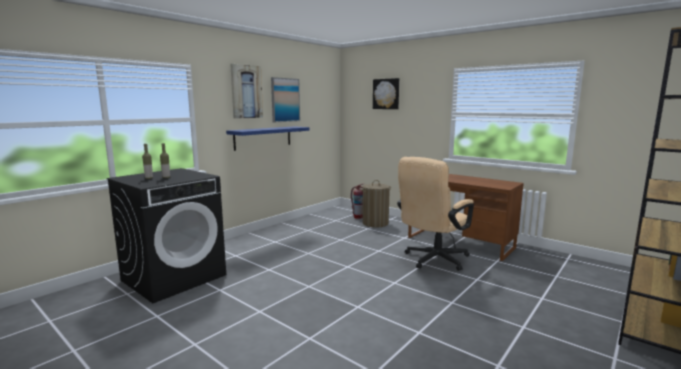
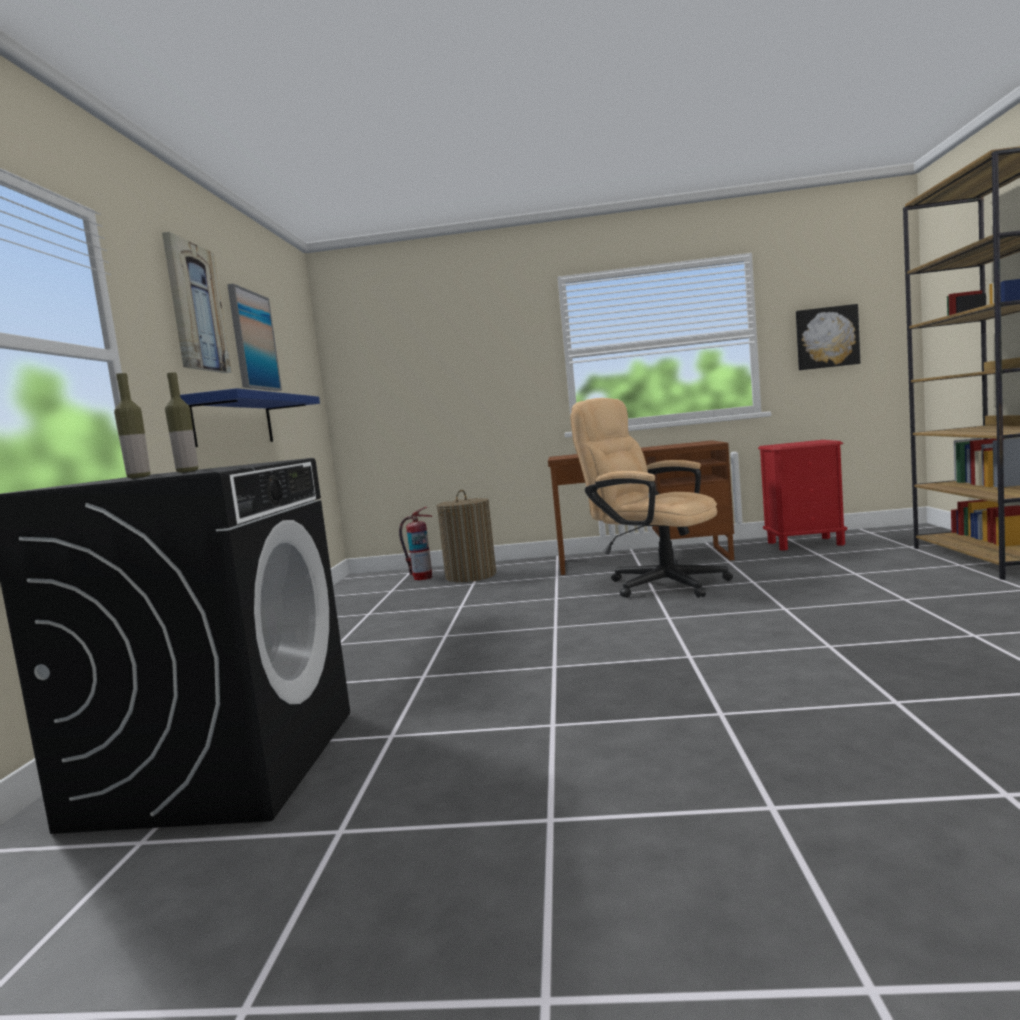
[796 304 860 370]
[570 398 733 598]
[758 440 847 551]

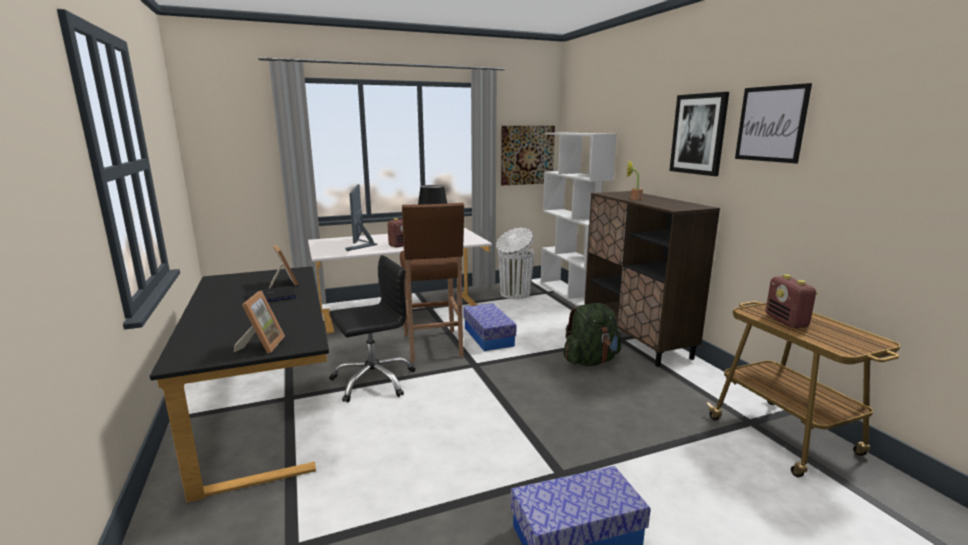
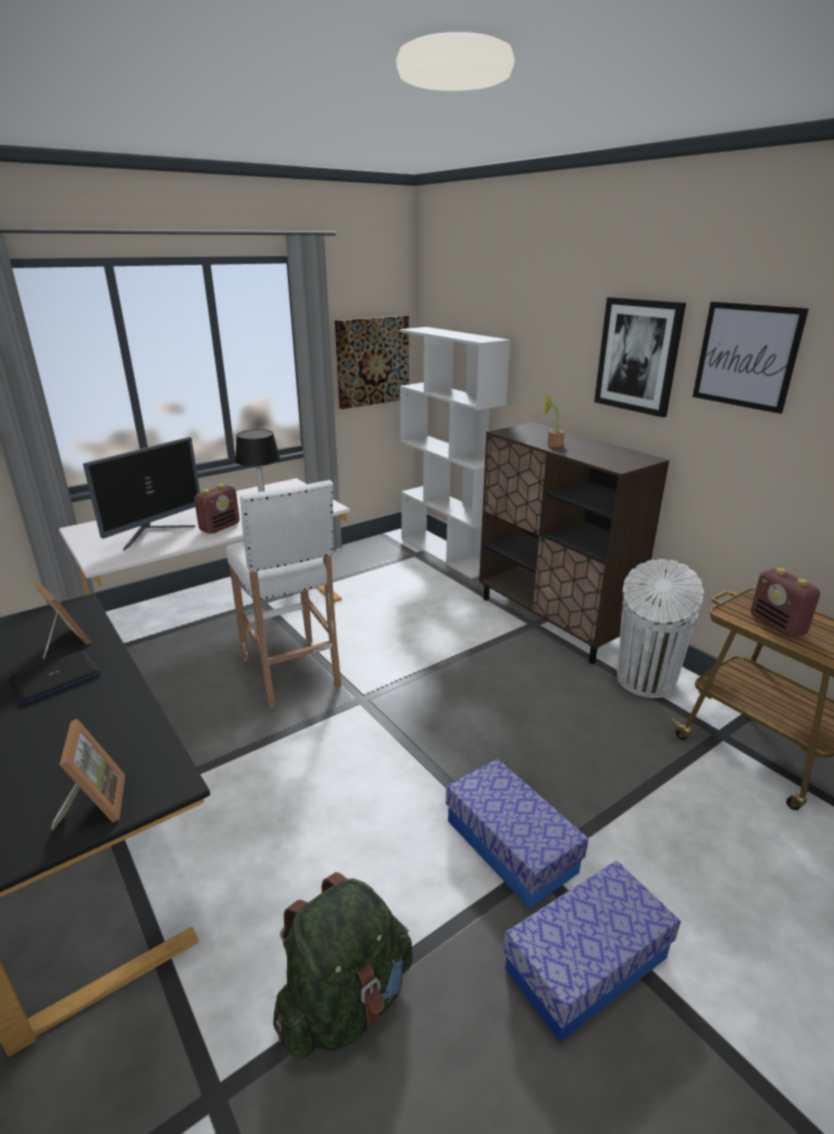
[83 437 200 551]
[226 480 341 709]
[617 559 704 698]
[329 255 415 403] (first image)
[446 759 589 909]
[273 872 413 1059]

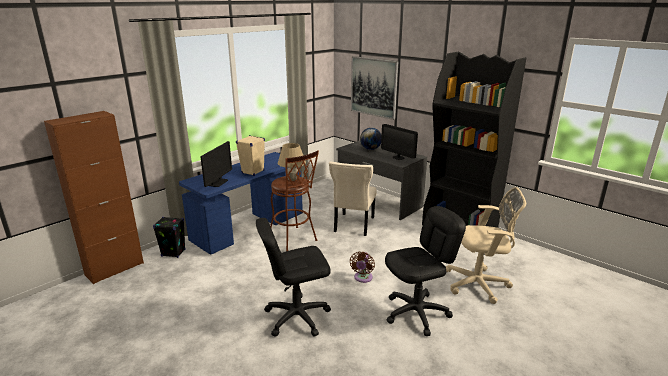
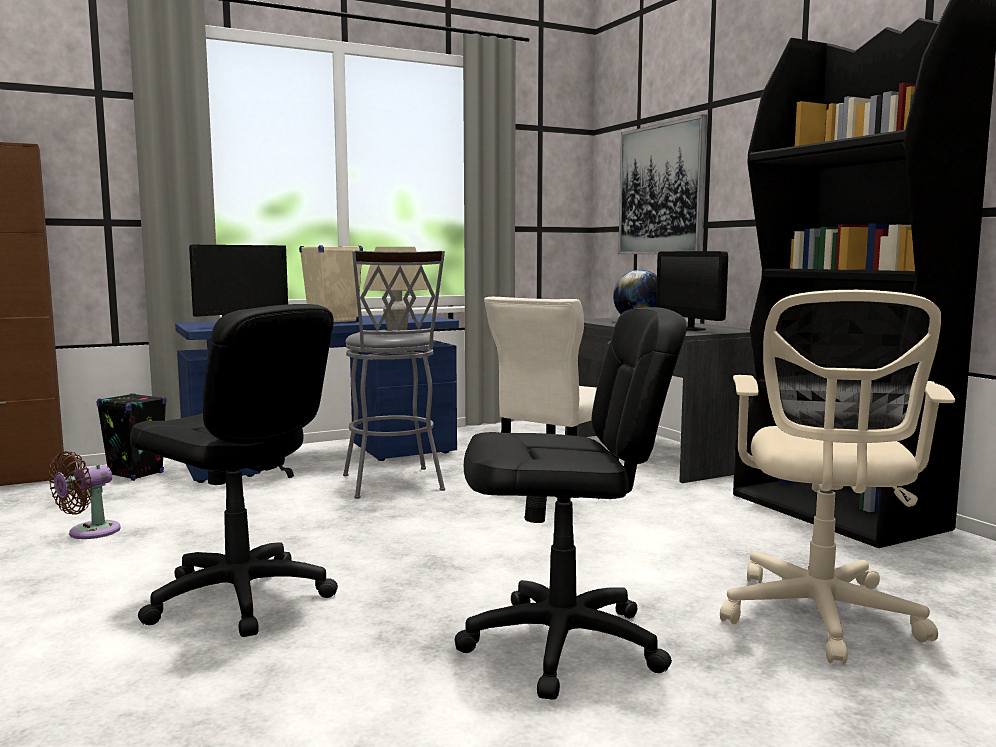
[343 250 445 499]
[720 290 955 665]
[130 304 338 637]
[49 451 121 539]

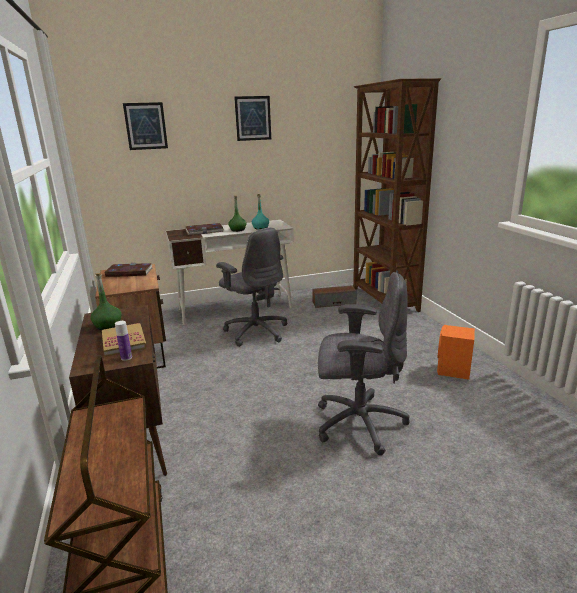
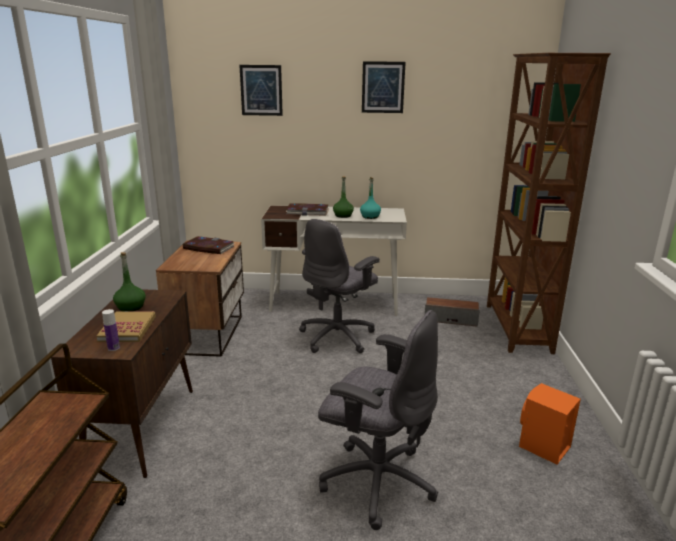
[299 219 380 353]

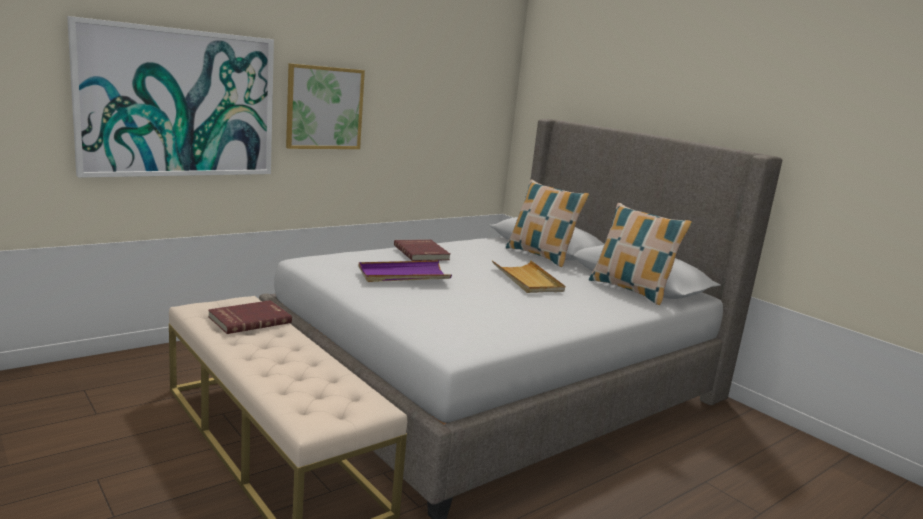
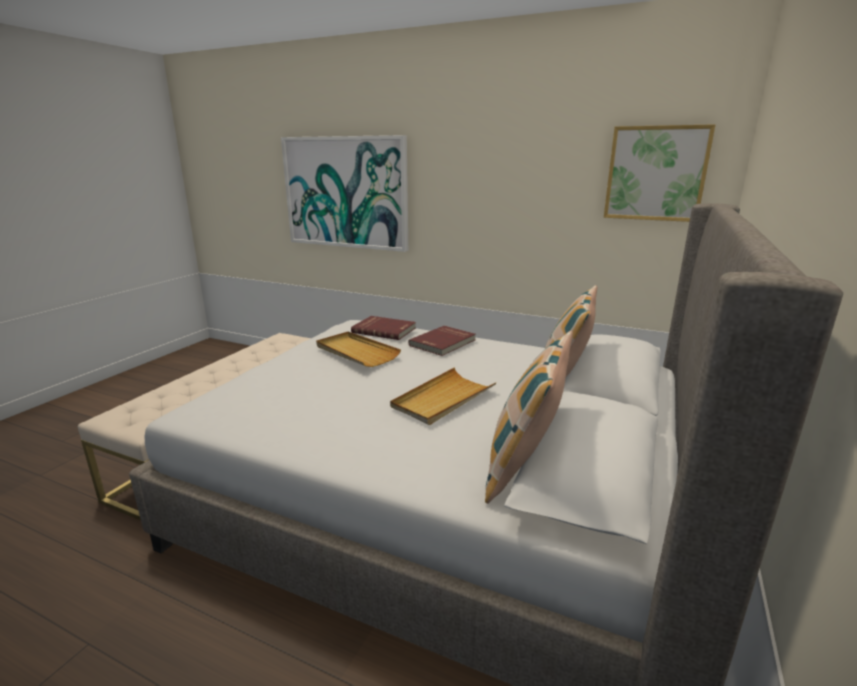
[604 124 715 222]
[316 332 401 367]
[351 316 416 340]

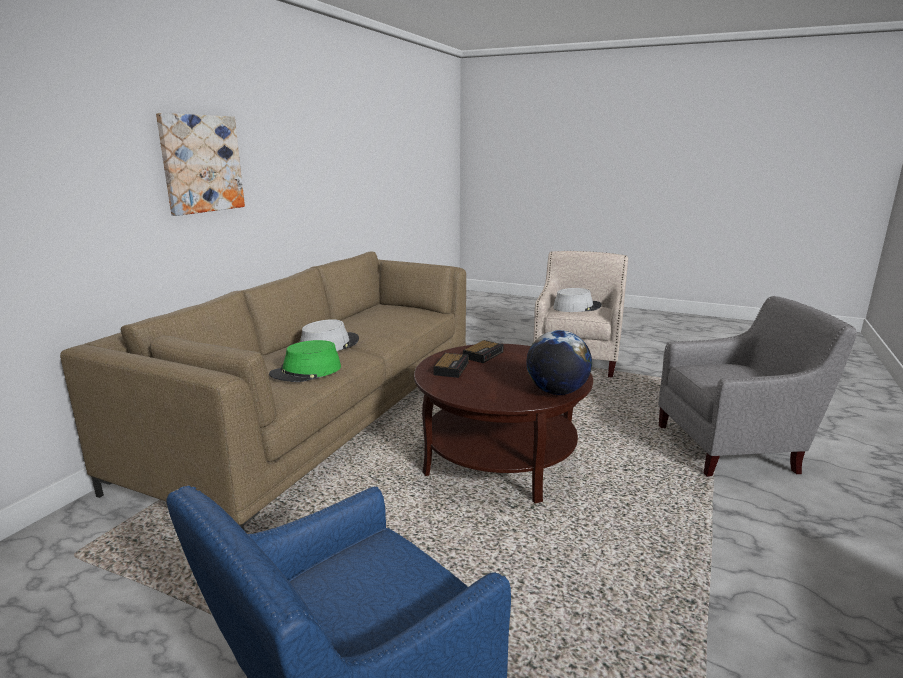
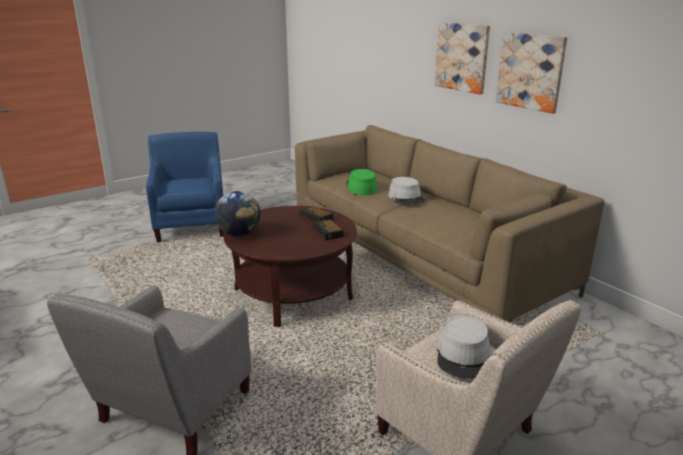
[496 32 567 114]

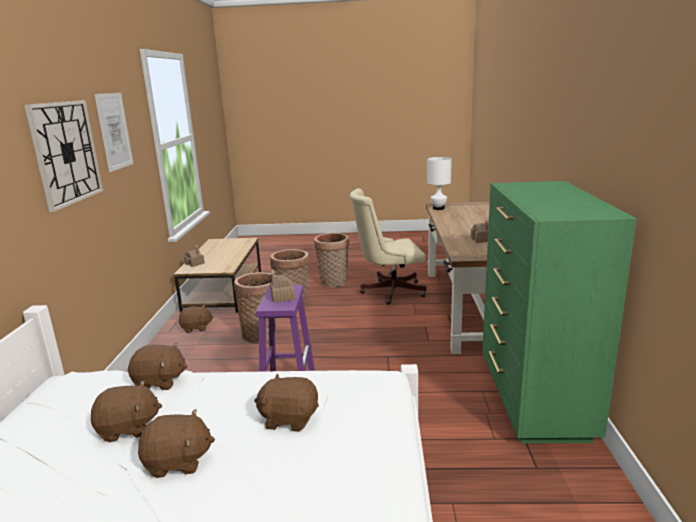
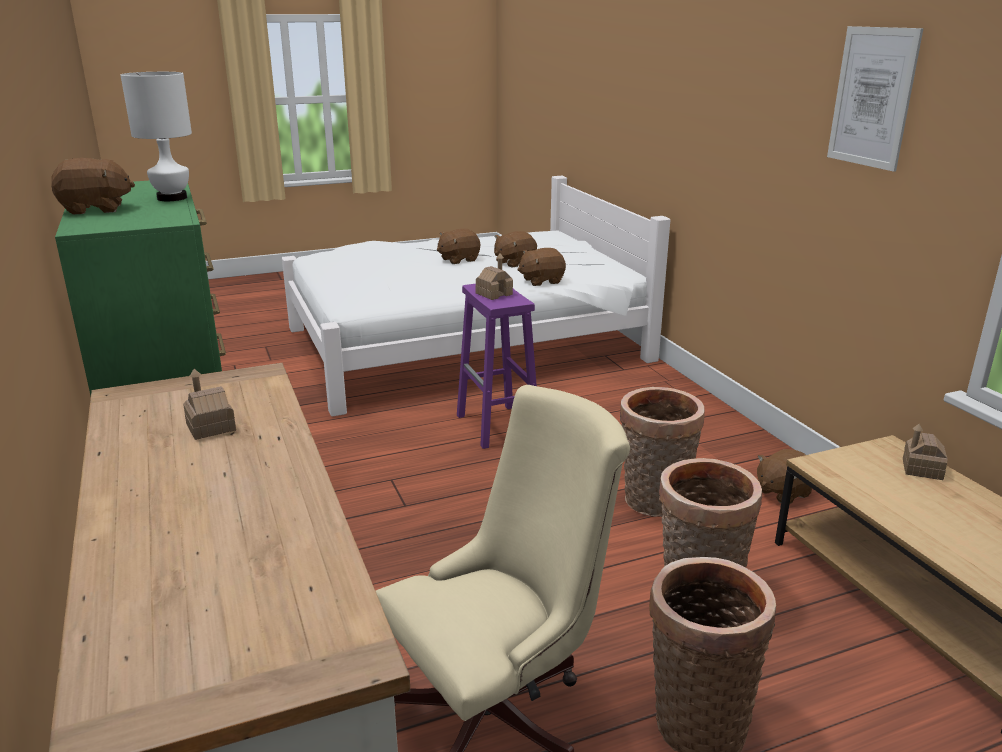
[24 100 103 212] (first image)
[120 72 192 201]
[51 158 135 215]

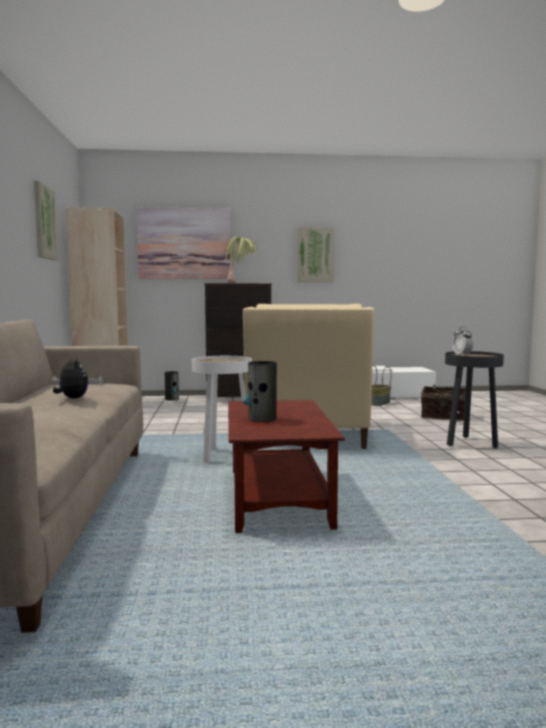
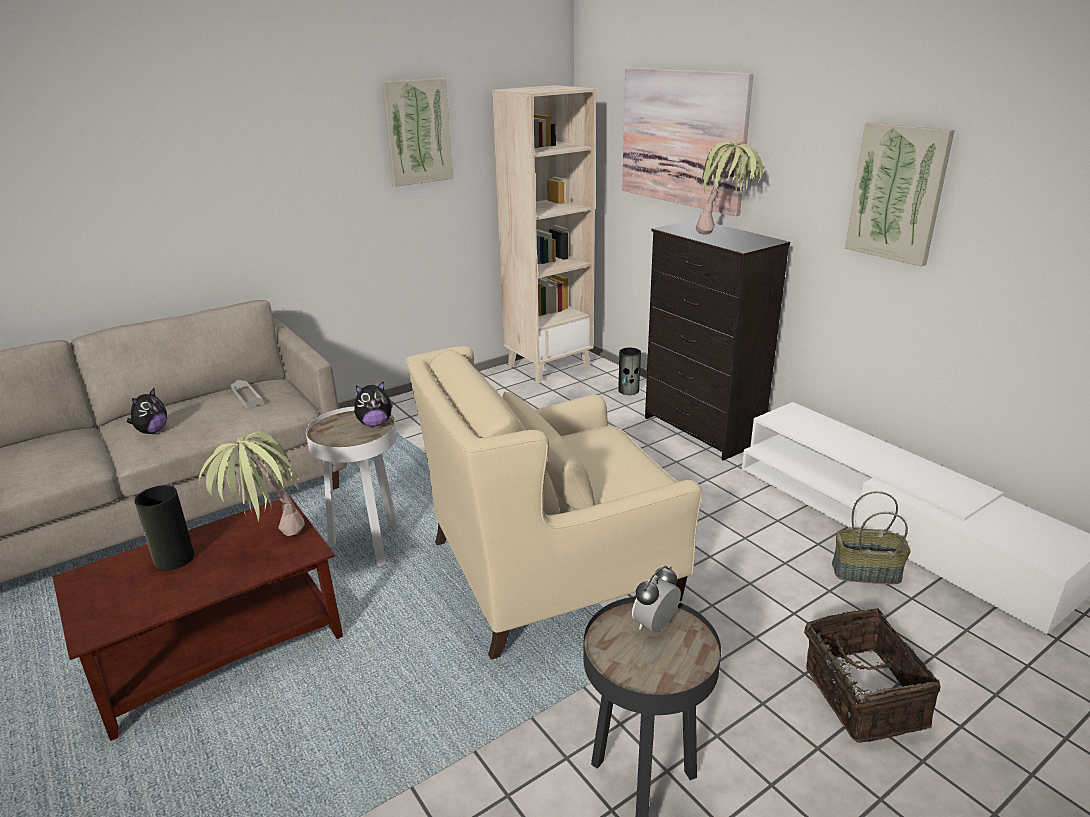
[354 381 393 427]
[199 431 305 536]

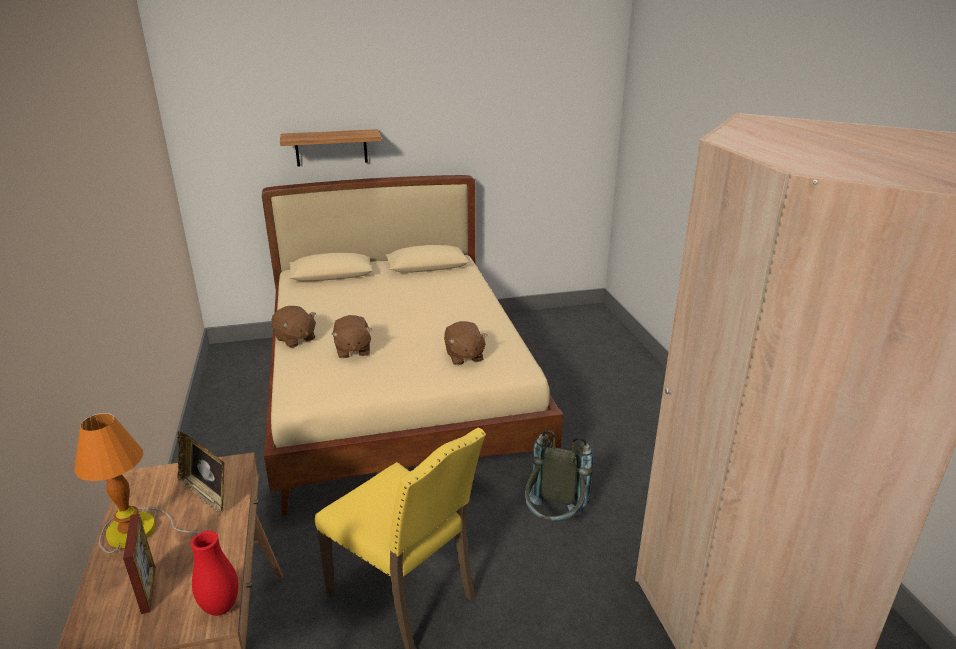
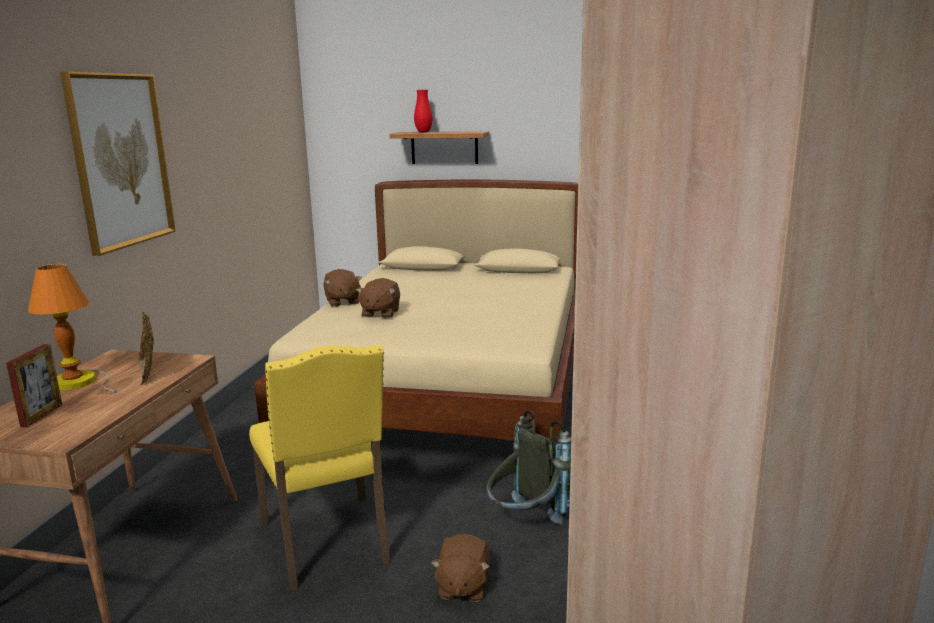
[431 534 490 602]
[414 90 433 132]
[60 72 176 256]

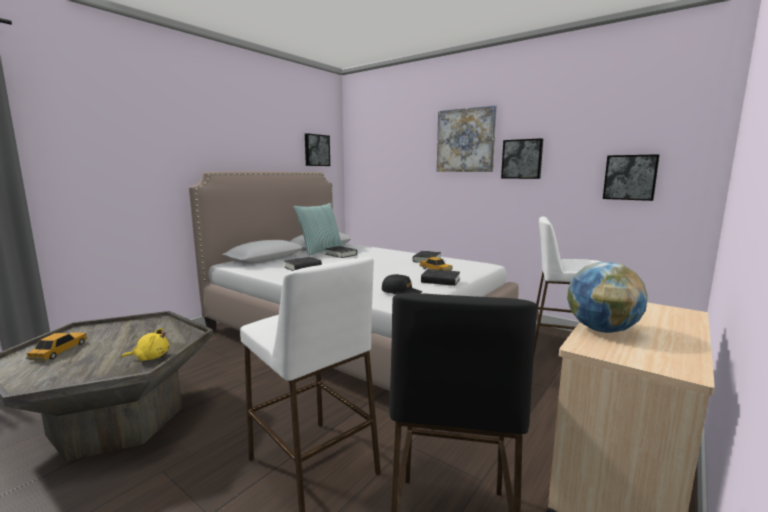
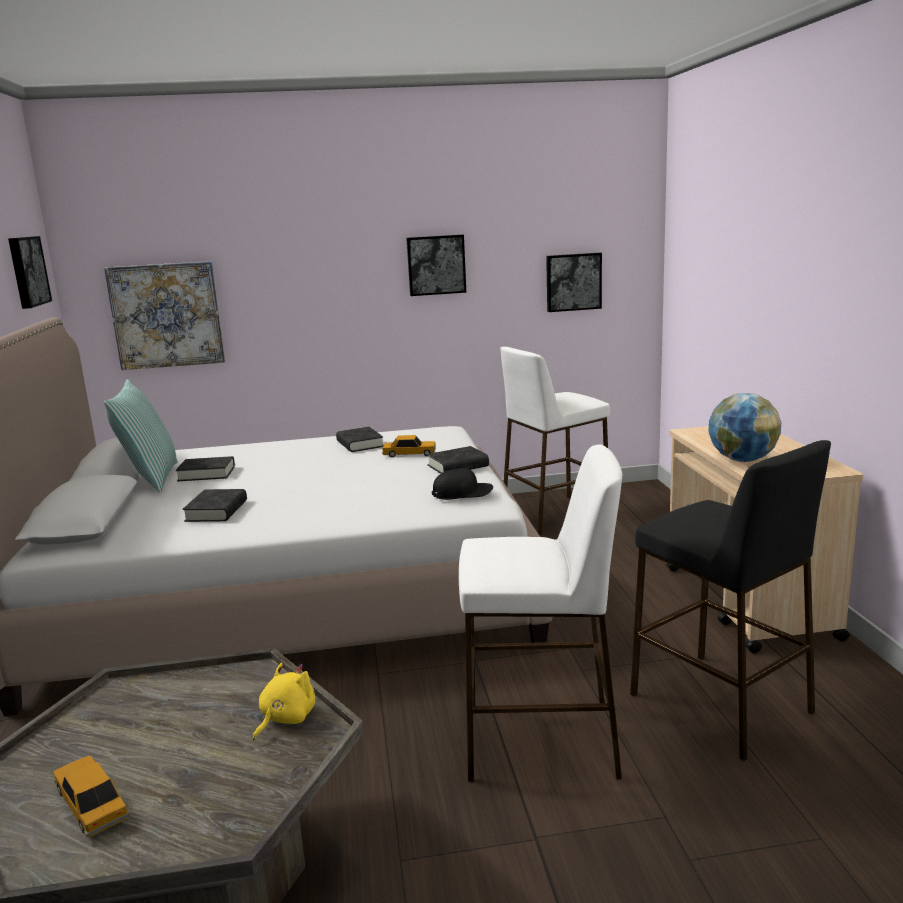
[104 261 225 370]

